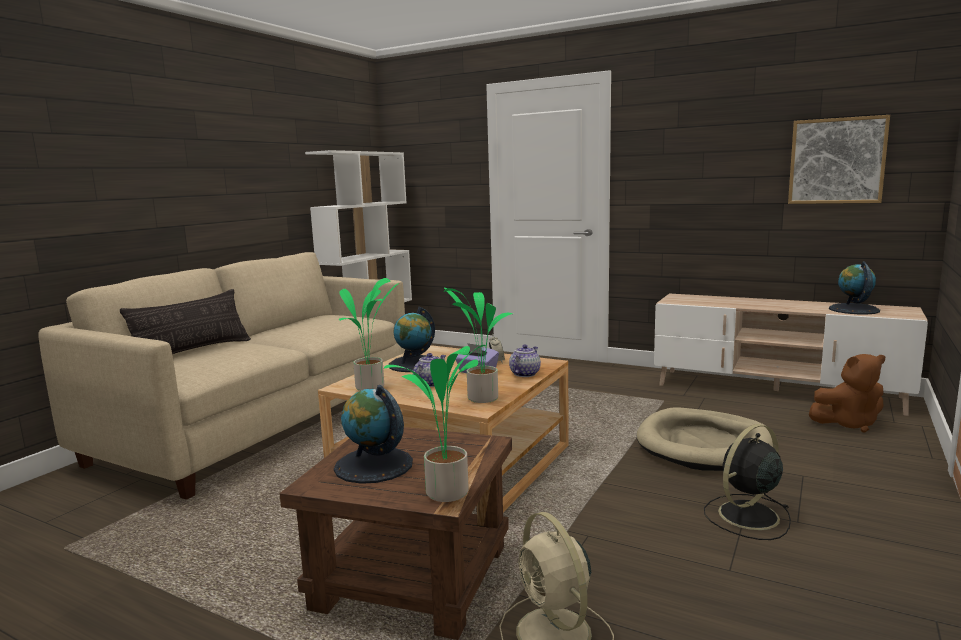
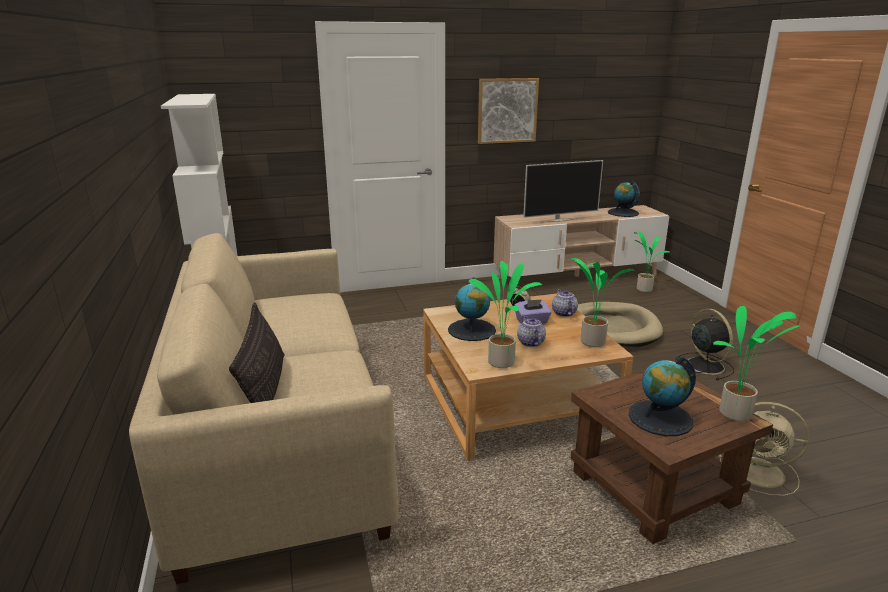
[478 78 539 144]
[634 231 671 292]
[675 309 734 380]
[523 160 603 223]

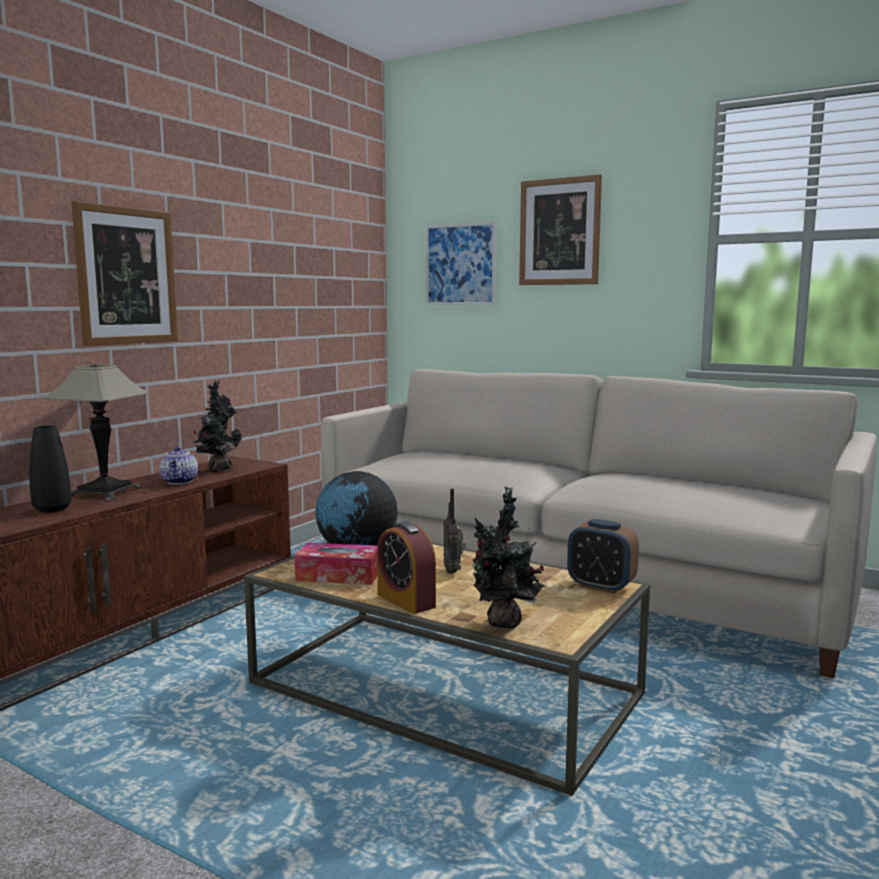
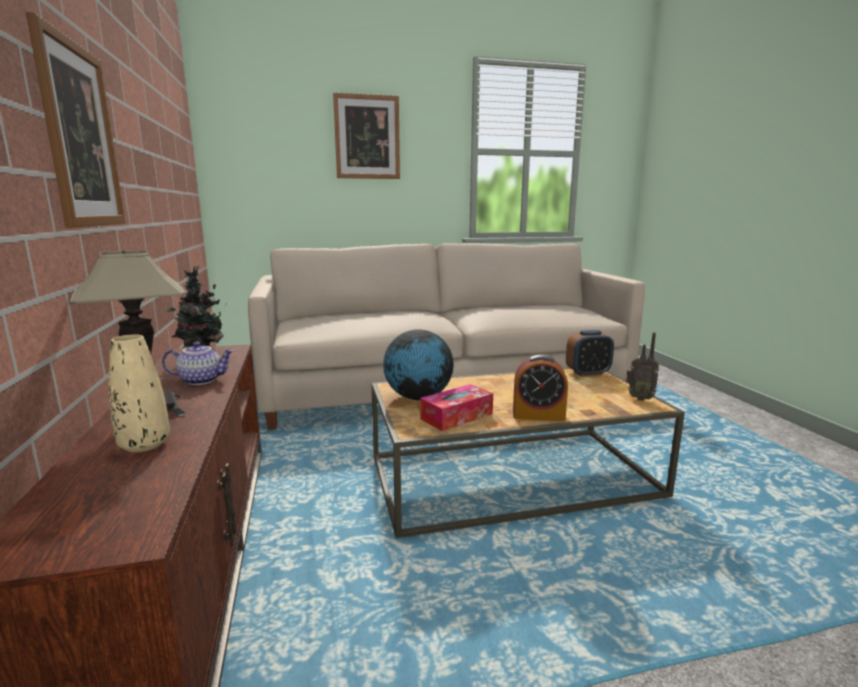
[426 222 496 305] (first image)
[109 334 170 453]
[162 342 234 385]
[473 487 546 629] (first image)
[626 332 659 401]

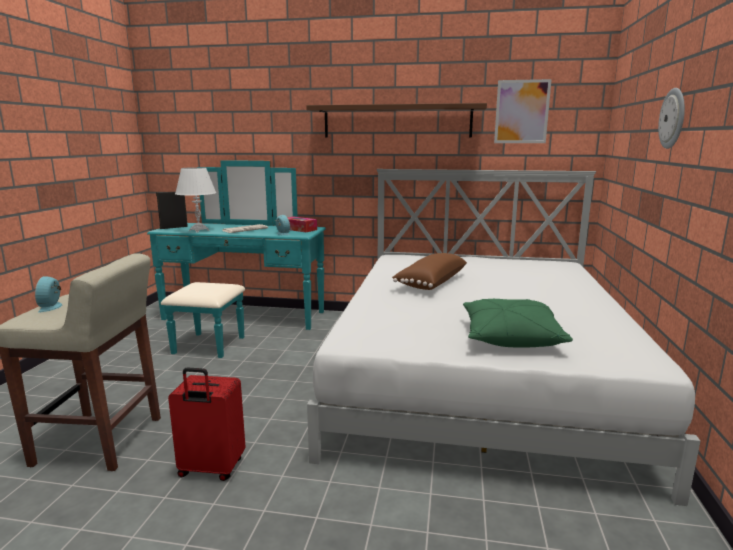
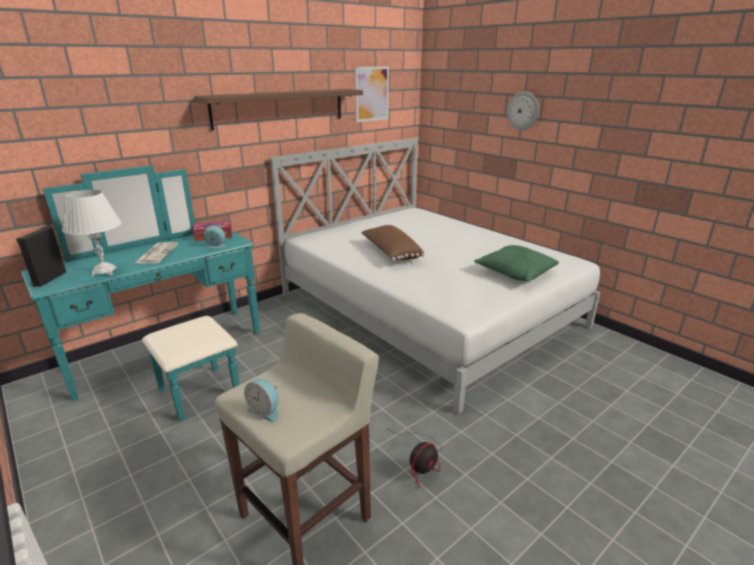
[386 428 442 487]

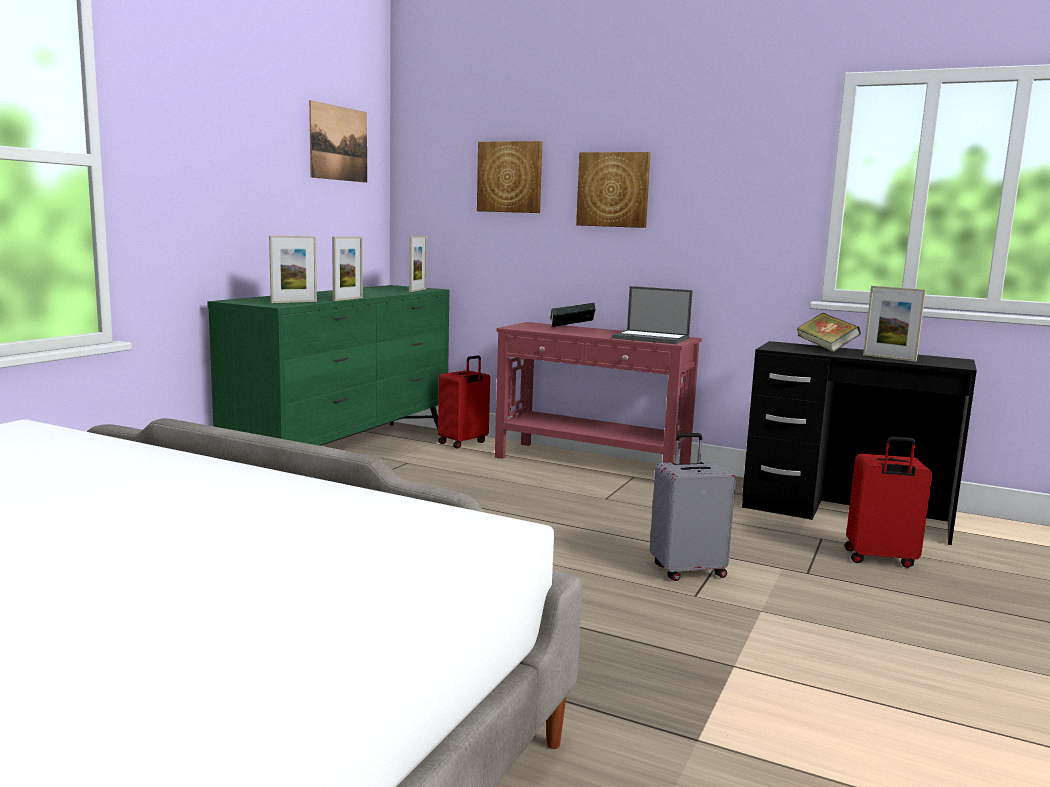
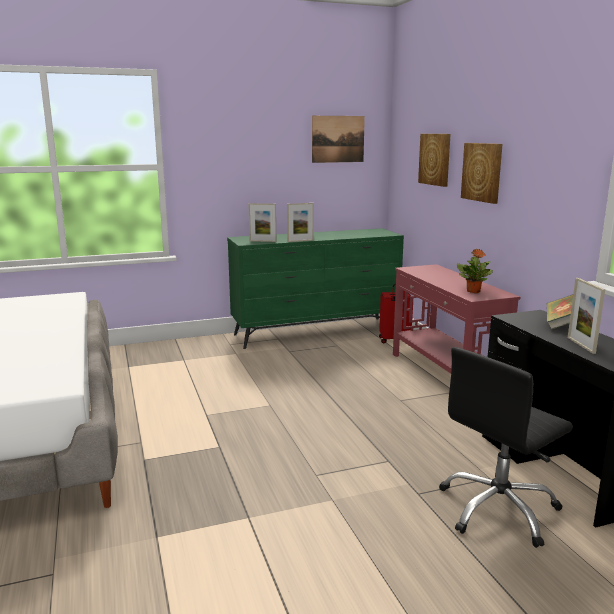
[409 236 427 292] (first image)
[457 249 493 293]
[550 302 596 327] (first image)
[650 433 736 581] (first image)
[439 347 573 548]

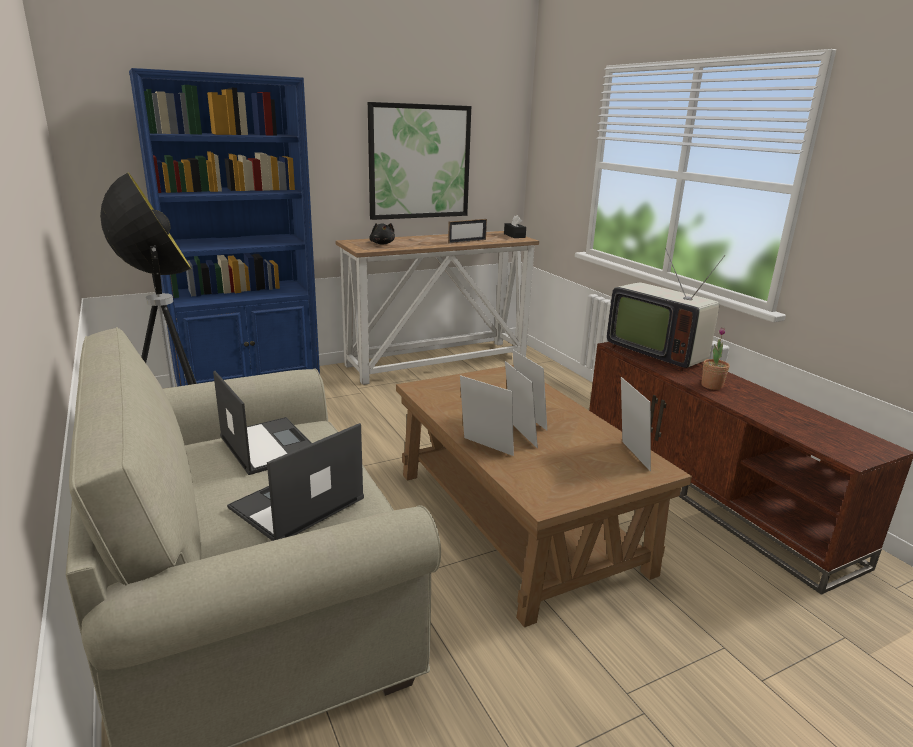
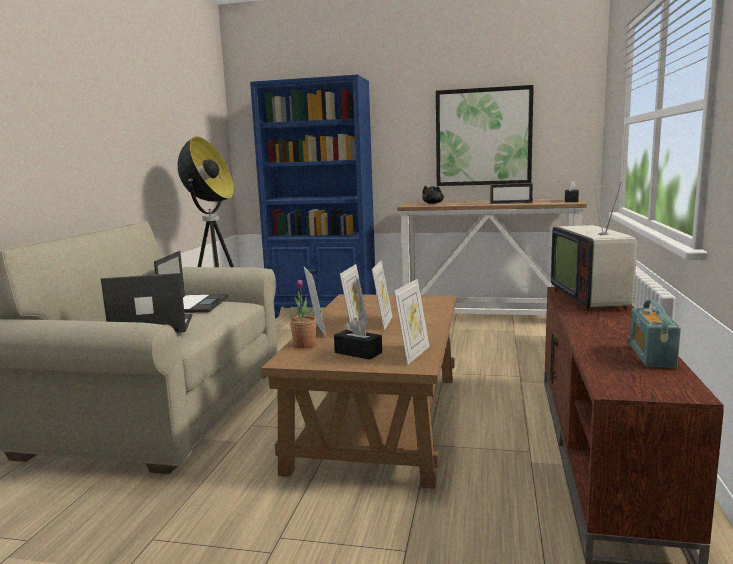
[290 279 317 348]
[630 300 681 368]
[334 318 382 360]

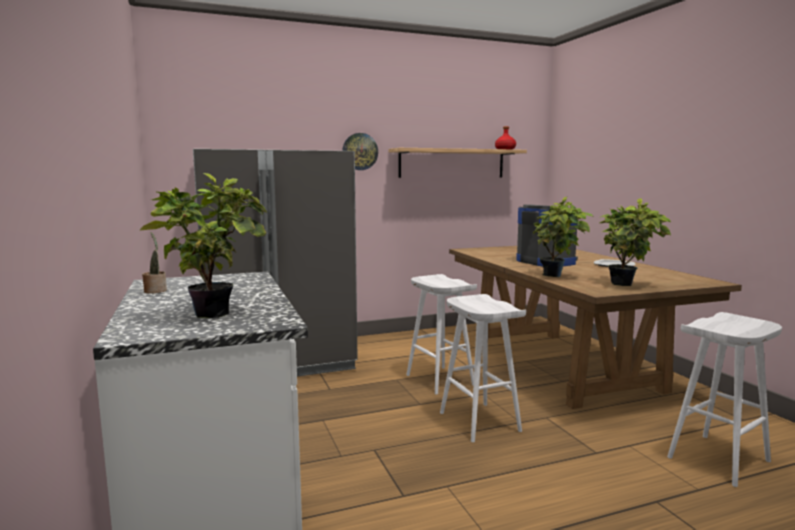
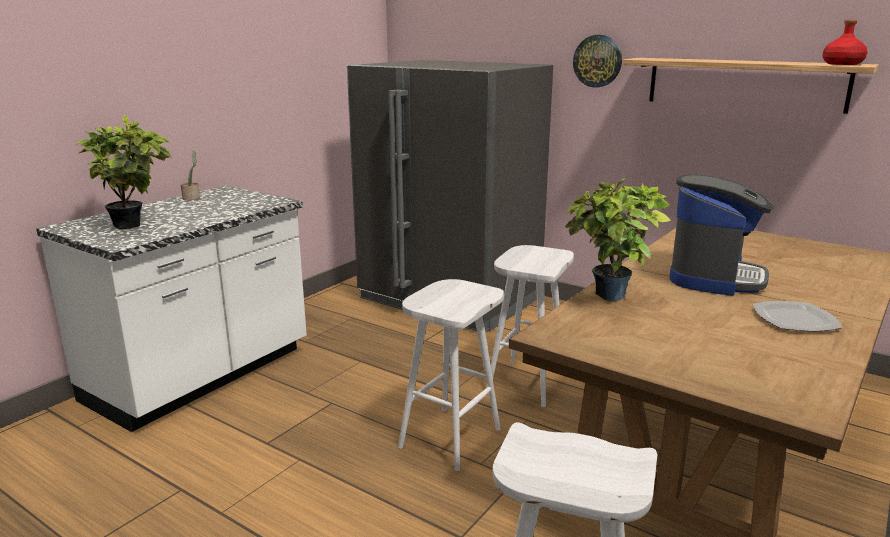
[600 198 671 286] (first image)

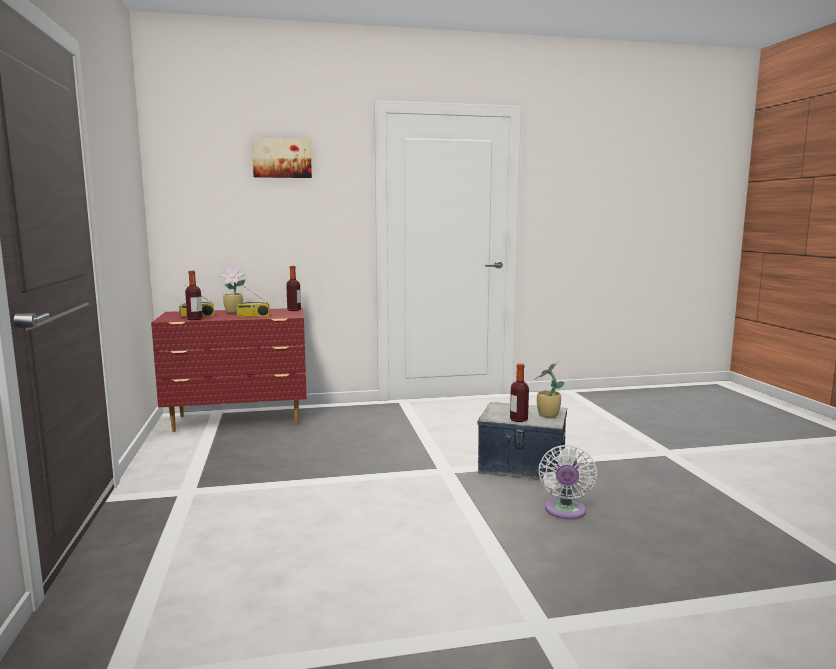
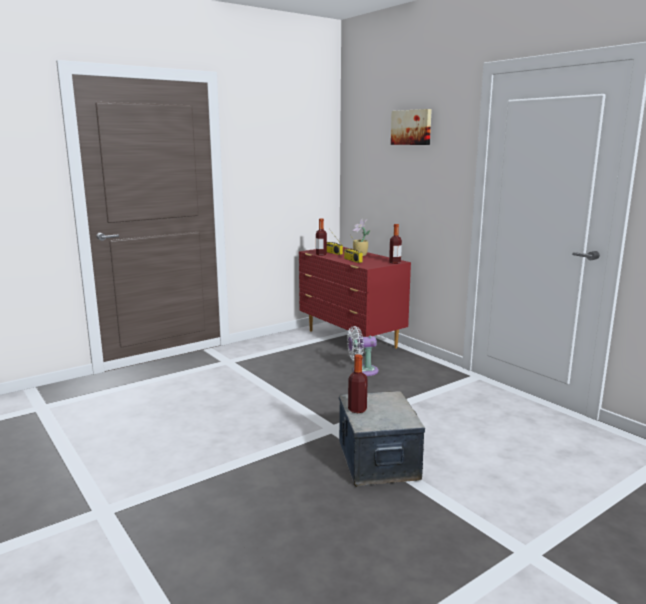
[535 361 565 418] (first image)
[347 326 379 376]

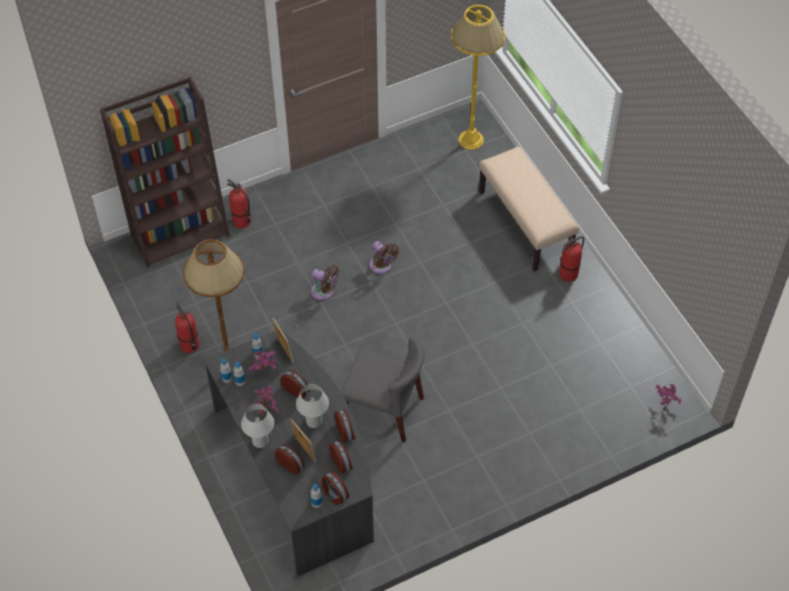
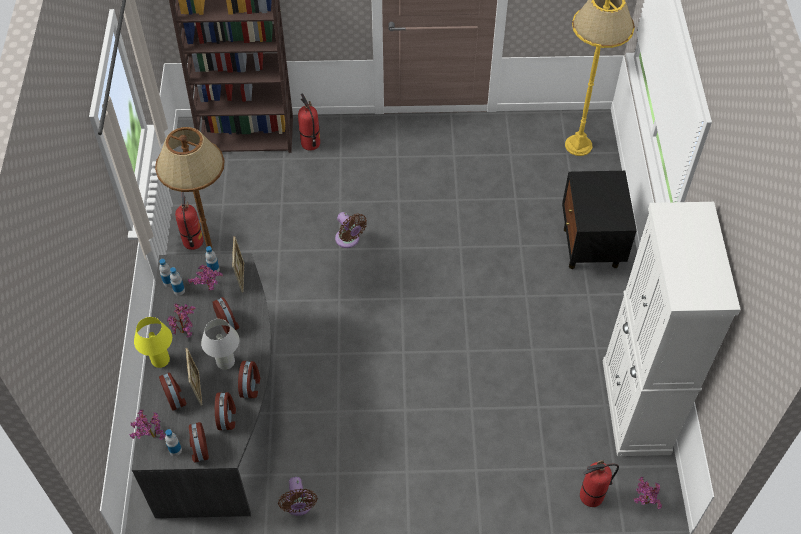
[562 171 637 269]
[580 460 619 507]
[278 477 318 516]
[341 337 424 443] (first image)
[134 317 172 368]
[603 202 741 456]
[129 410 166 440]

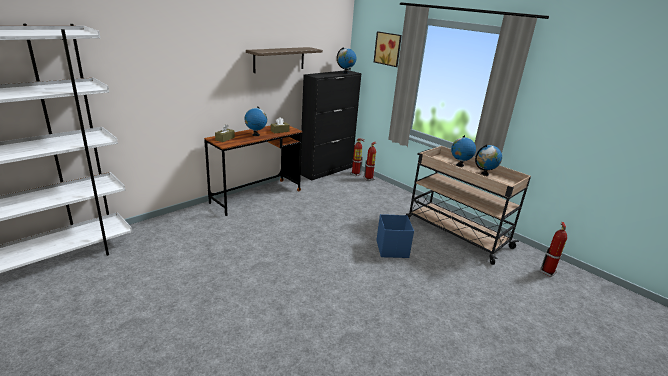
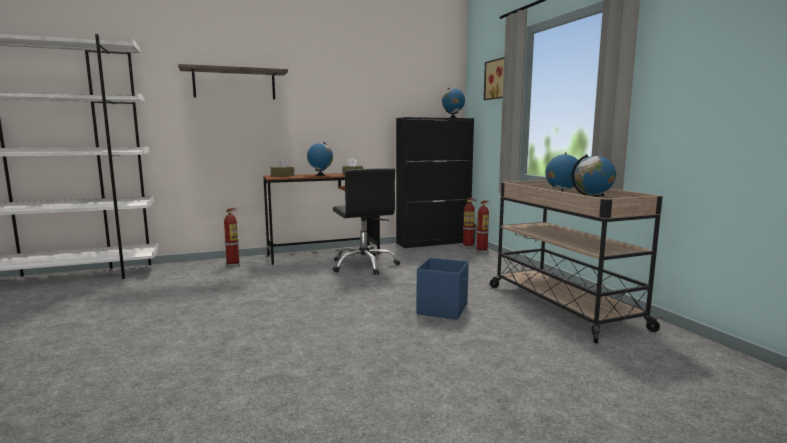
[178 64 288 99]
[224 208 240 267]
[333 168 400 275]

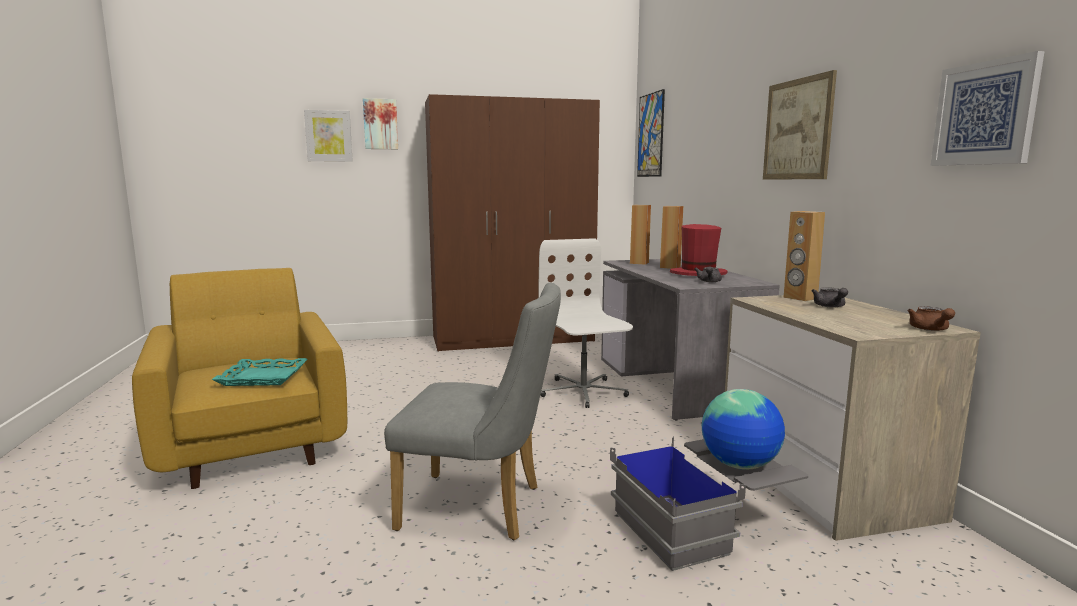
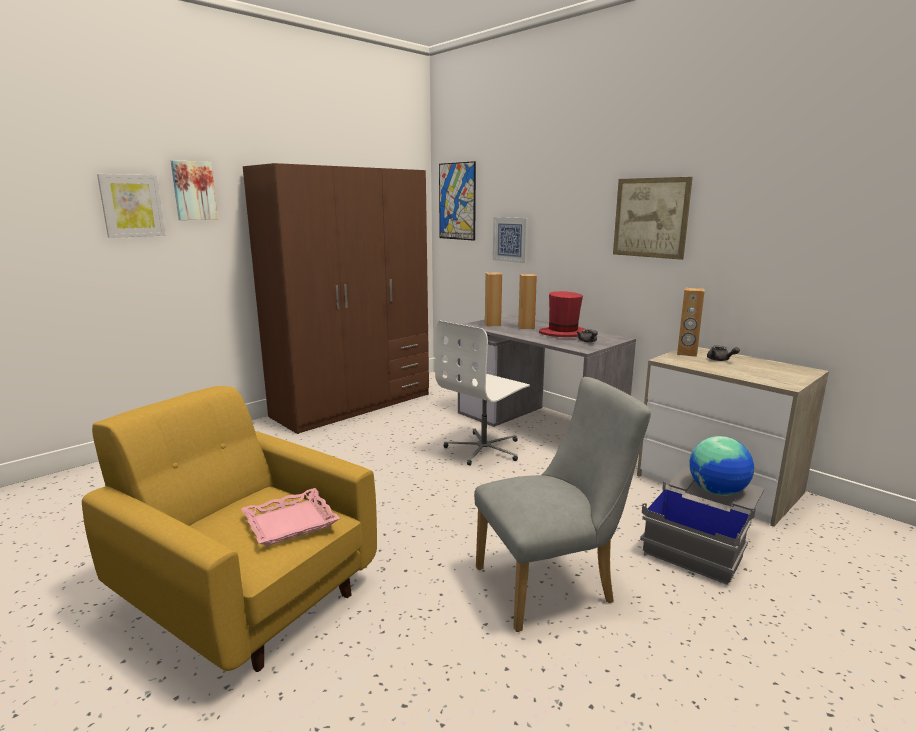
[493 217 528 263]
[435 321 530 466]
[908 306 955 331] (first image)
[241 488 340 546]

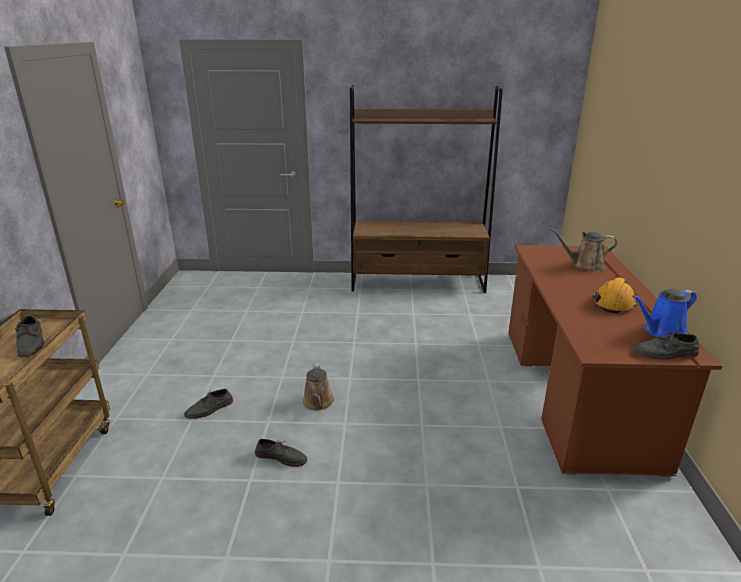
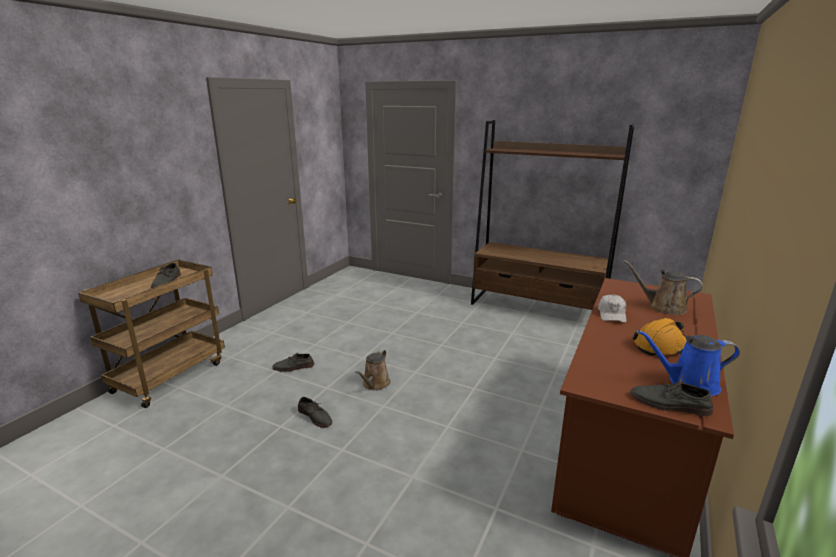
[598 294 627 323]

